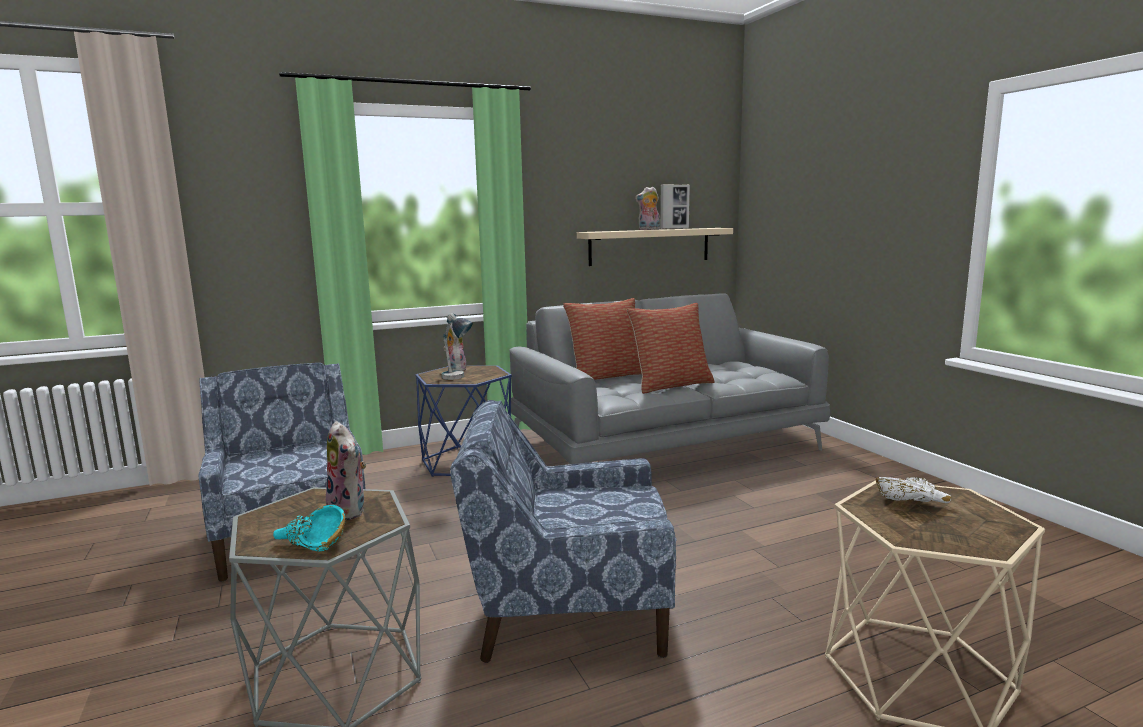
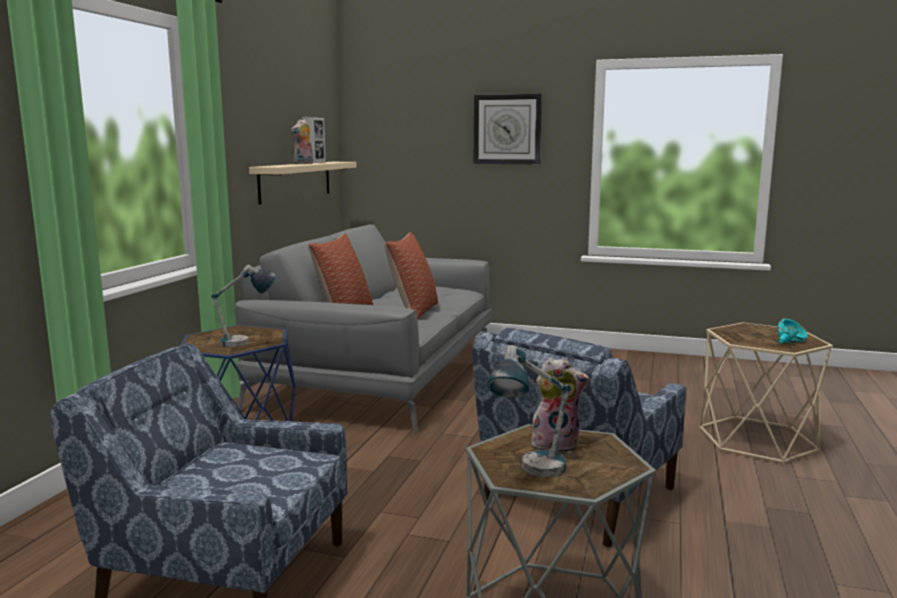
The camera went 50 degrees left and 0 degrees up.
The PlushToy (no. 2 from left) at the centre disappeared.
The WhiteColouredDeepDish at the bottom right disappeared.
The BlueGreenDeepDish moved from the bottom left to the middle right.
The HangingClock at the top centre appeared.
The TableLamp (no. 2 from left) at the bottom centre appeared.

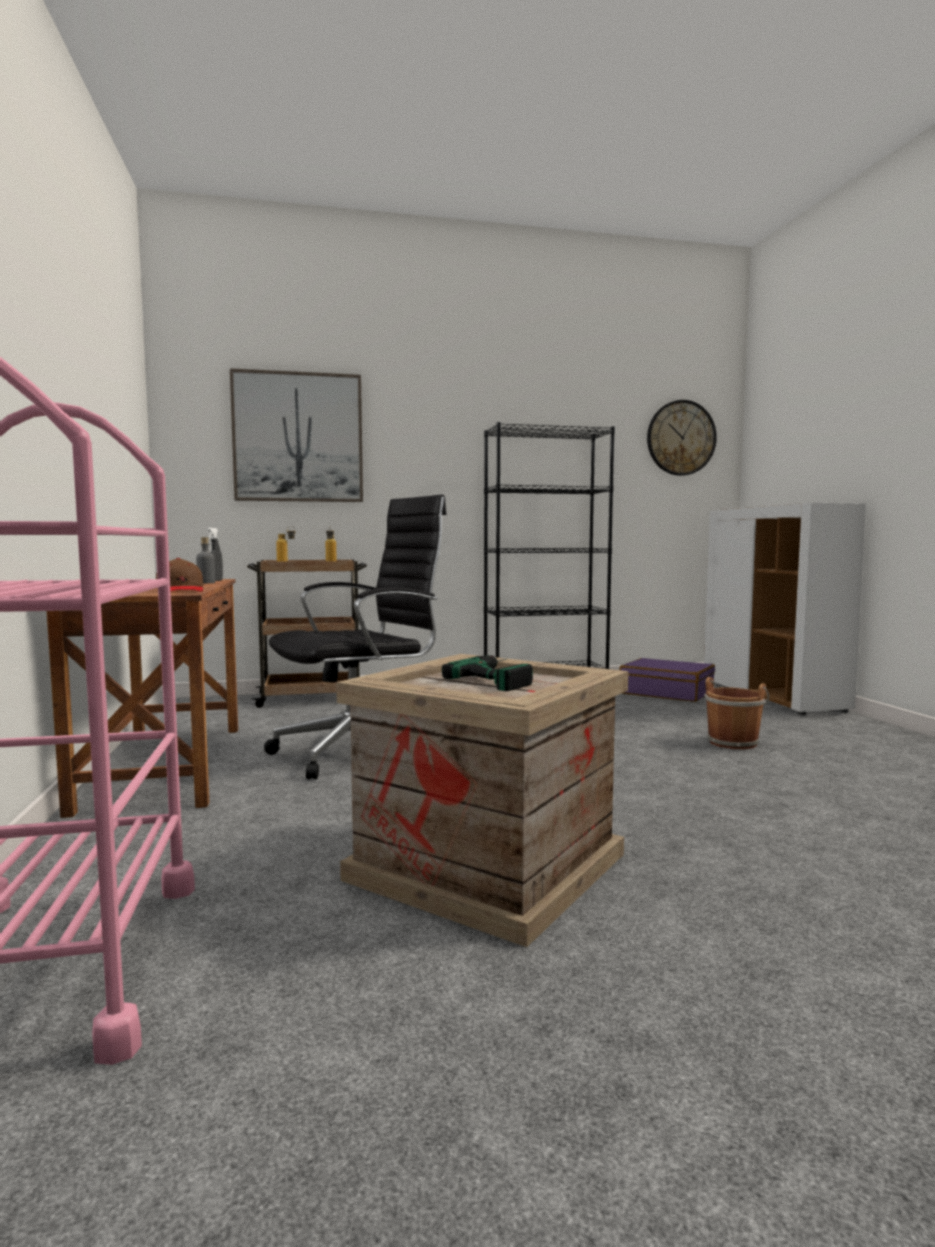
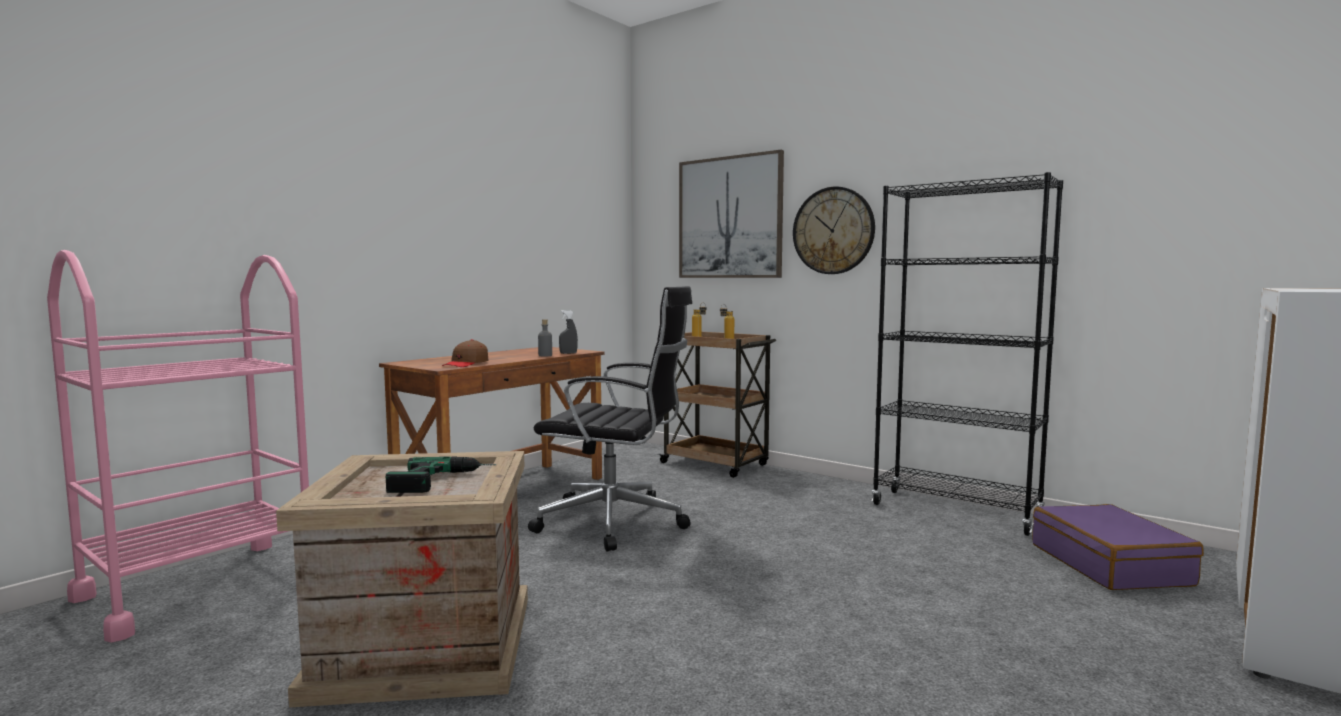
The camera went 50 degrees right and 0 degrees up.
The HangingClock moved from the middle right to the top centre.
The BrownishPail at the middle right disappeared.

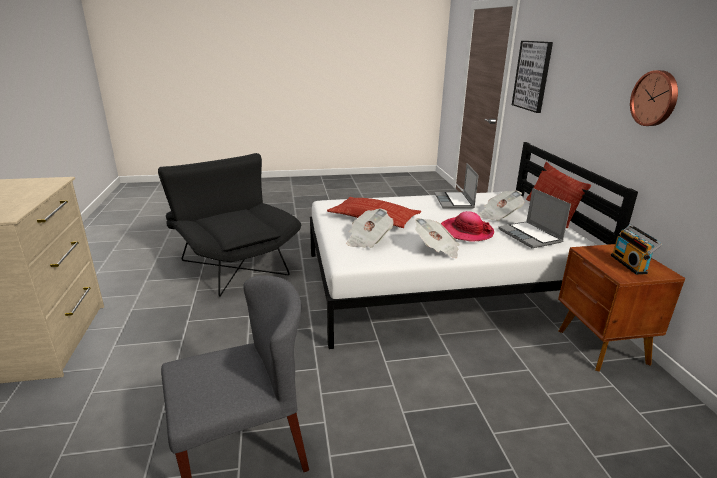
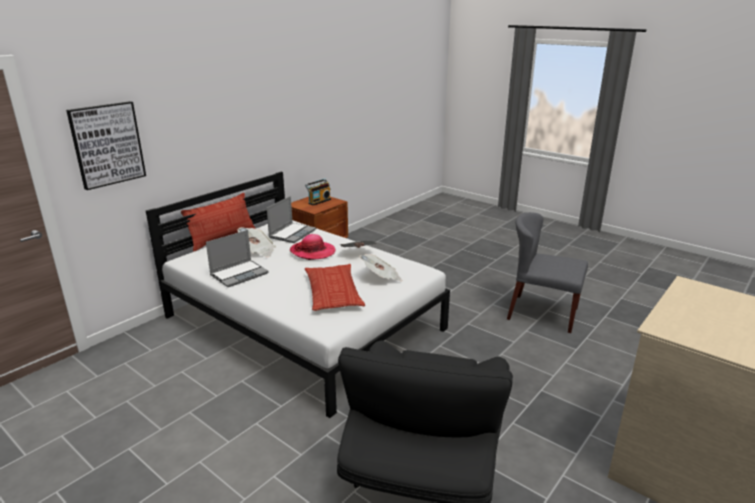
The camera went 130 degrees left and 0 degrees up.
The HangingClock at the top right disappeared.

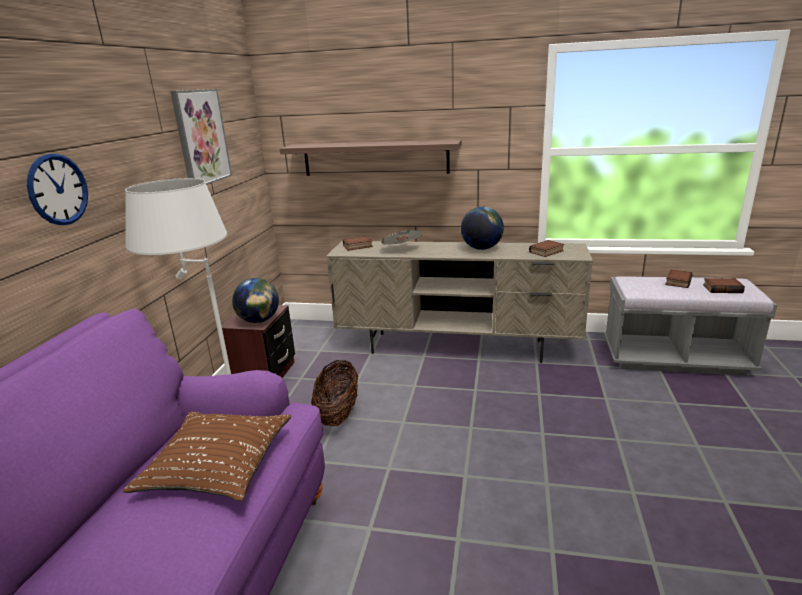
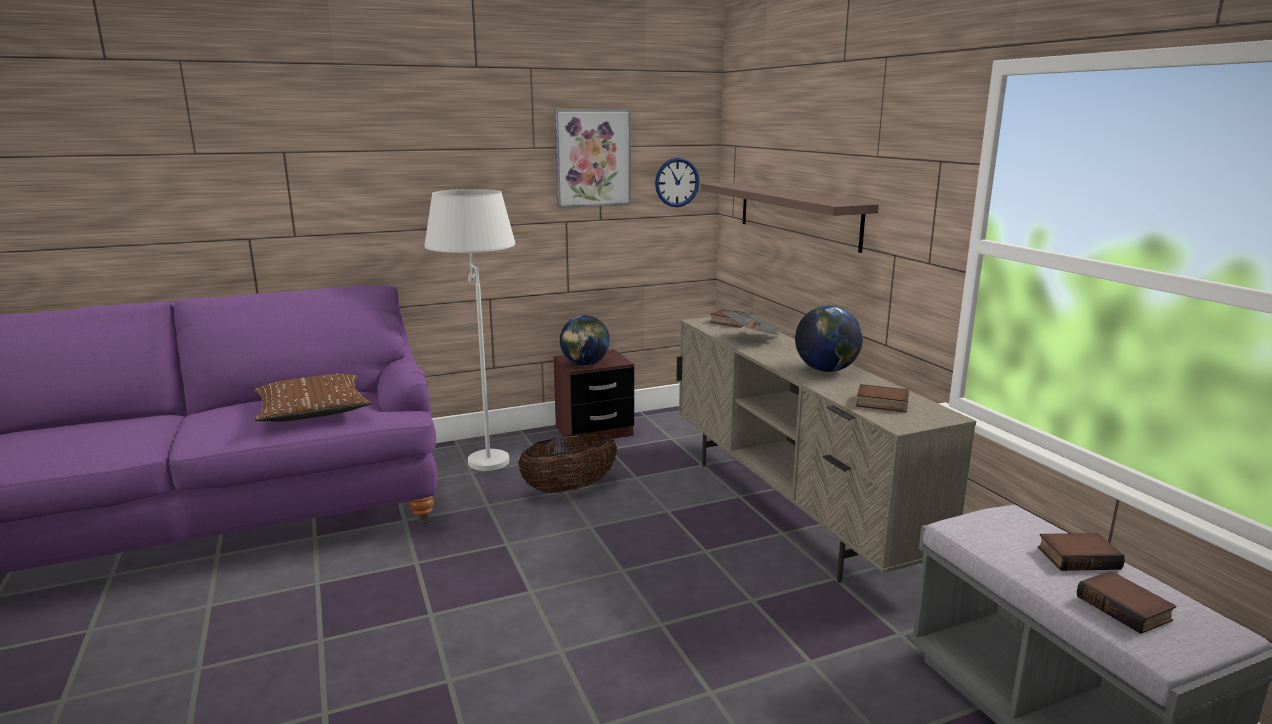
The camera went 55 degrees right and 5 degrees down.
The HangingClock moved from the top left to the top centre.

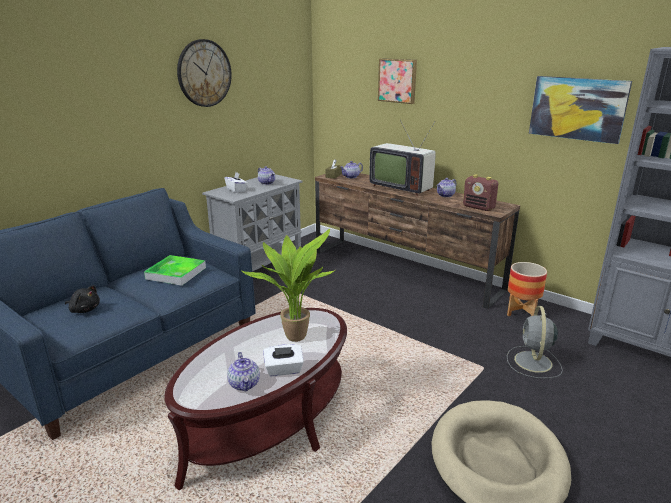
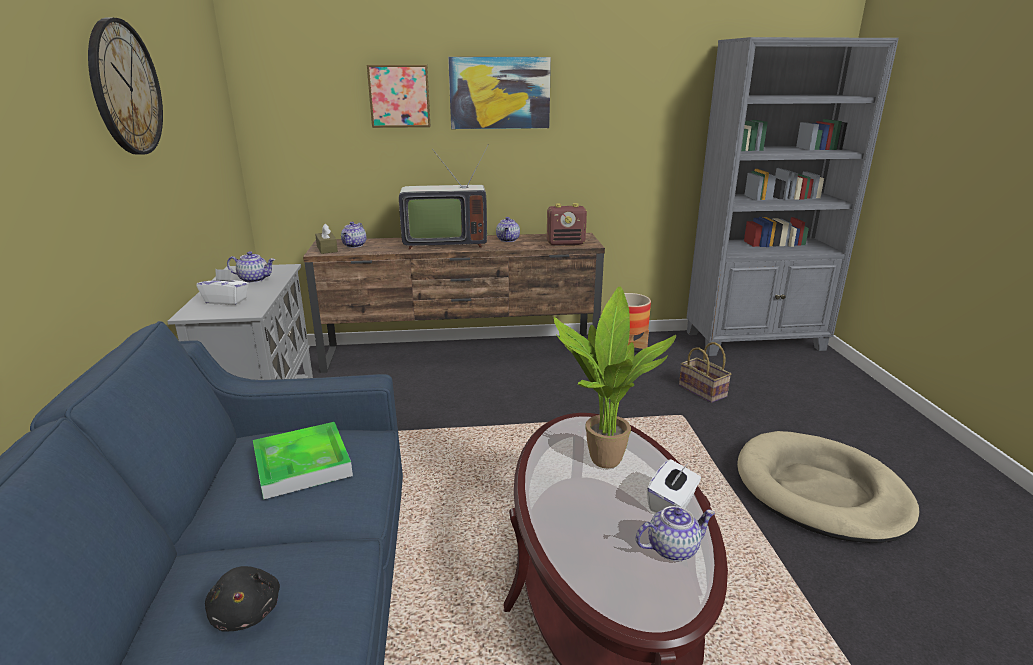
The camera went 45 degrees left and 0 degrees up.
The WallArt (no. 2 from left) moved from the top right to the top centre.
The BlackColouredPlushToy at the middle left turned 90 degrees clockwise.
The GreyishCoolingFan at the bottom right was replaced by the StorageBasket at the middle right.
The Teapot (no. 1 from left in the first image) at the bottom centre turned 45 degrees counterclockwise.

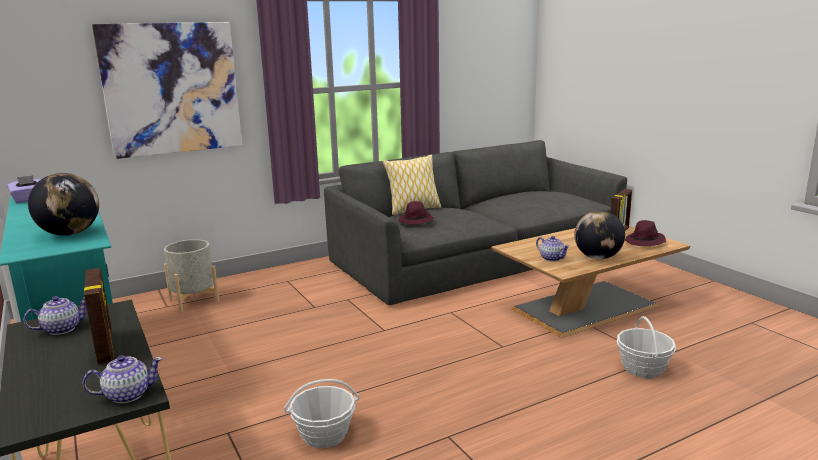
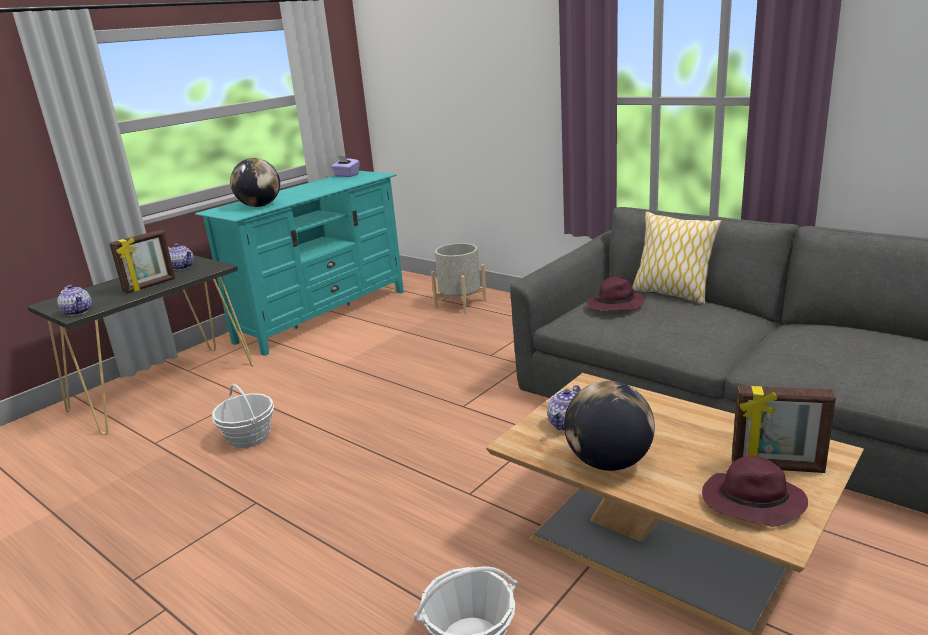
The camera went 70 degrees right and 5 degrees up.
The WallArt at the top left disappeared.

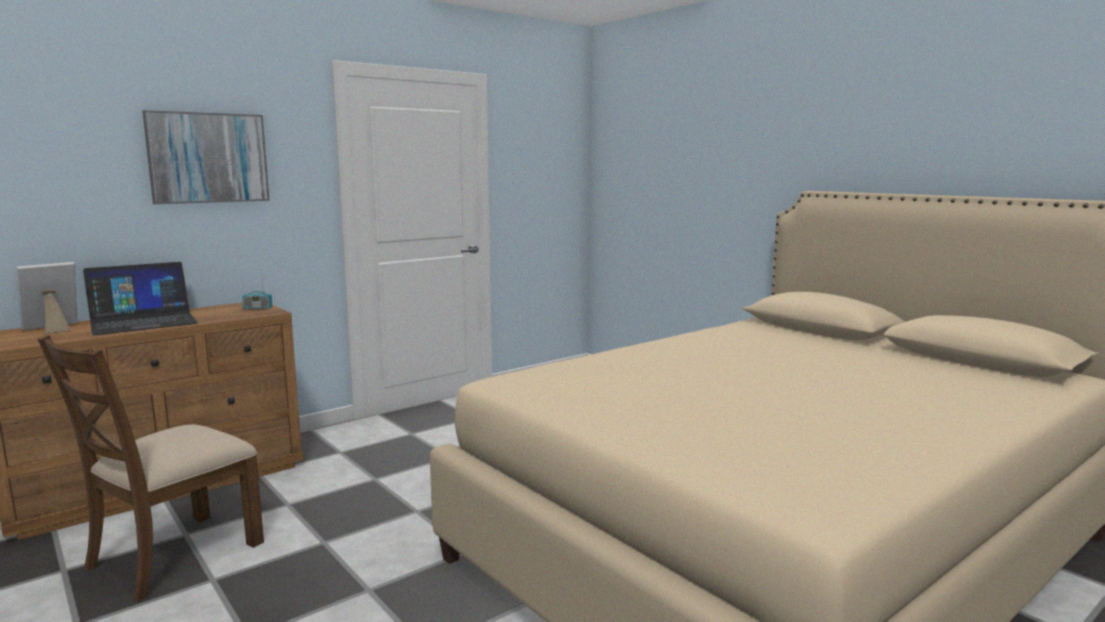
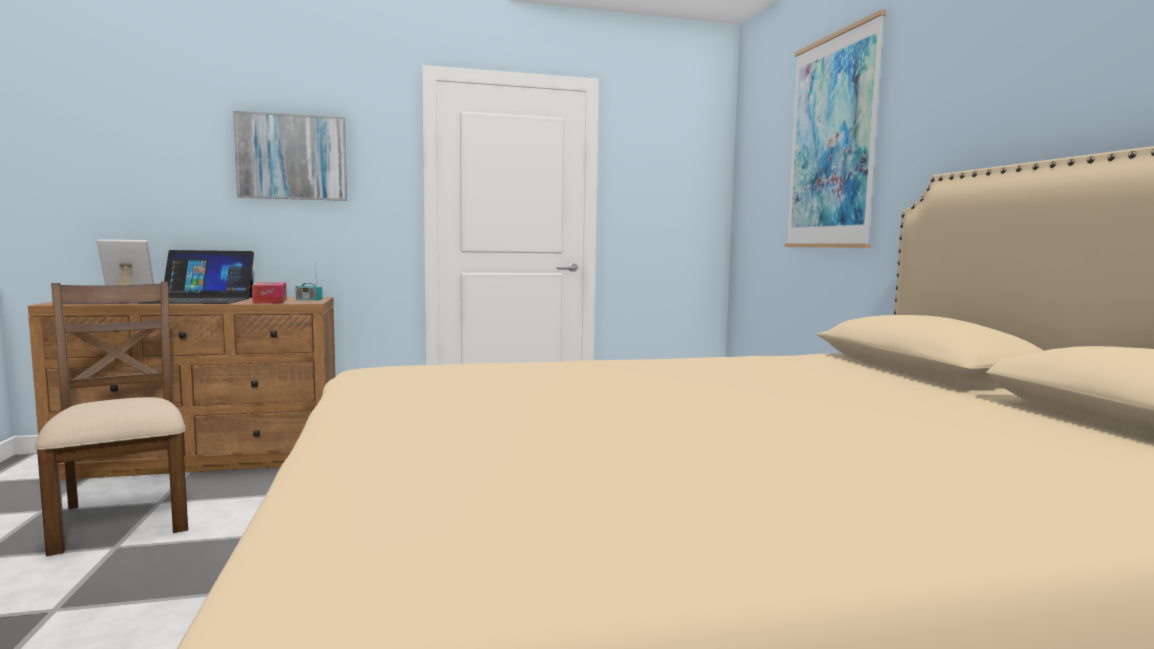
The camera went 25 degrees right and 5 degrees down.
The BrownishUprightChair at the bottom left turned 90 degrees clockwise.
The WallArt (no. 2 from left) at the top right appeared.
The TissueHolder at the middle left appeared.

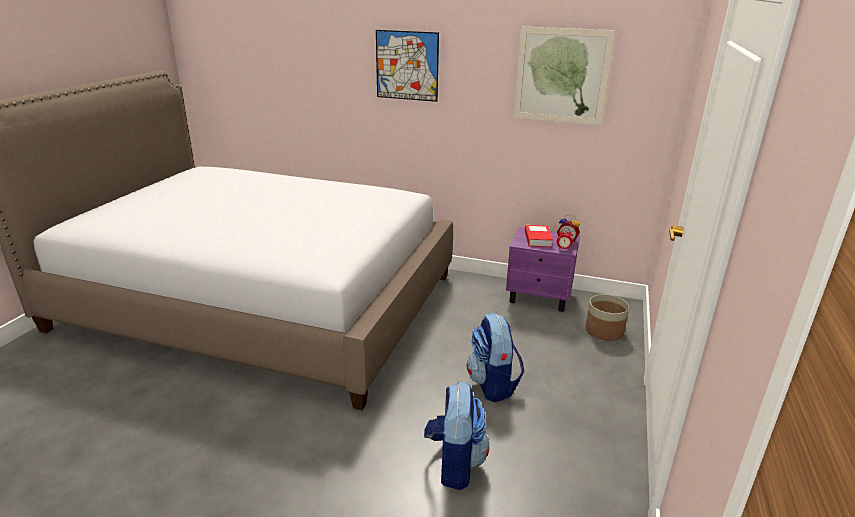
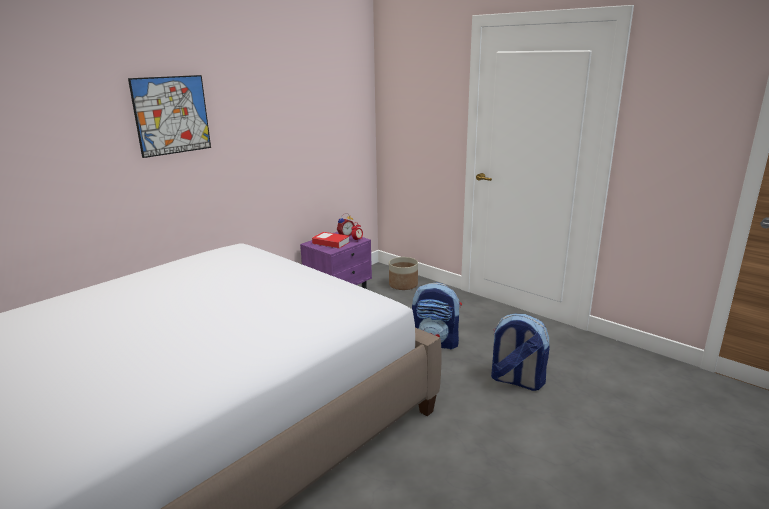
The camera went 65 degrees left and 5 degrees down.
The WallArt (no. 2 from left) at the top centre disappeared.

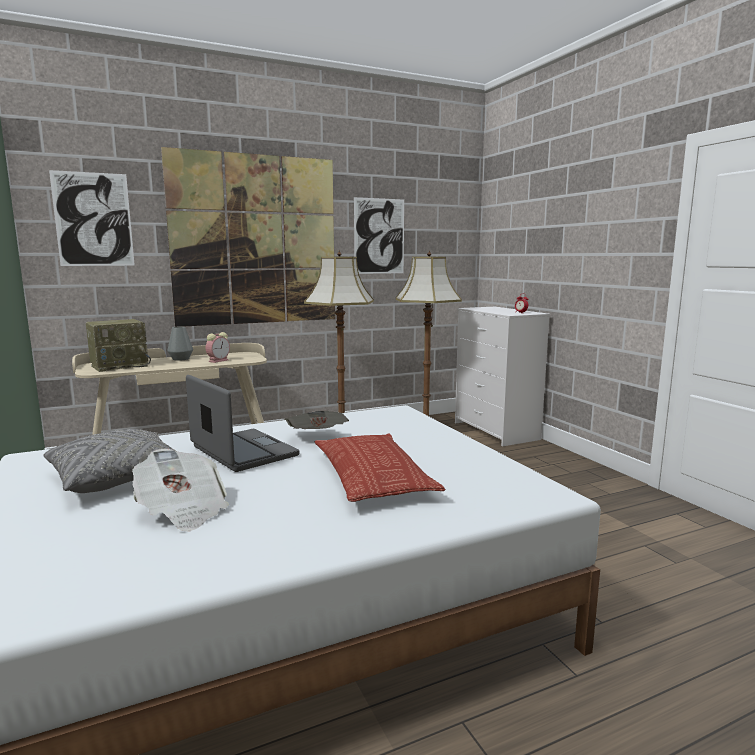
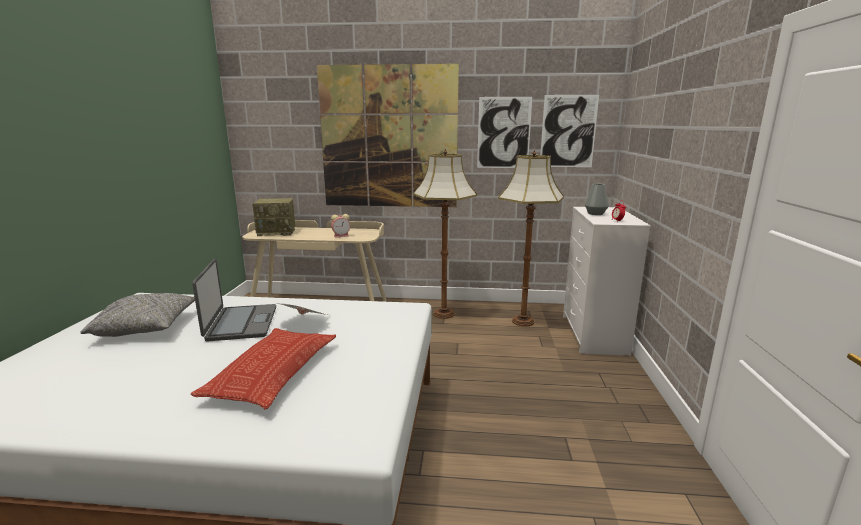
The camera went 30 degrees right and 5 degrees up.
The WallArt (no. 1 from left in the first image) moved from the top left to the top centre.
The GreyishDecorativeVase moved from the middle left to the middle right.
The PrintedPaper (no. 1 from left) at the middle left disappeared.

